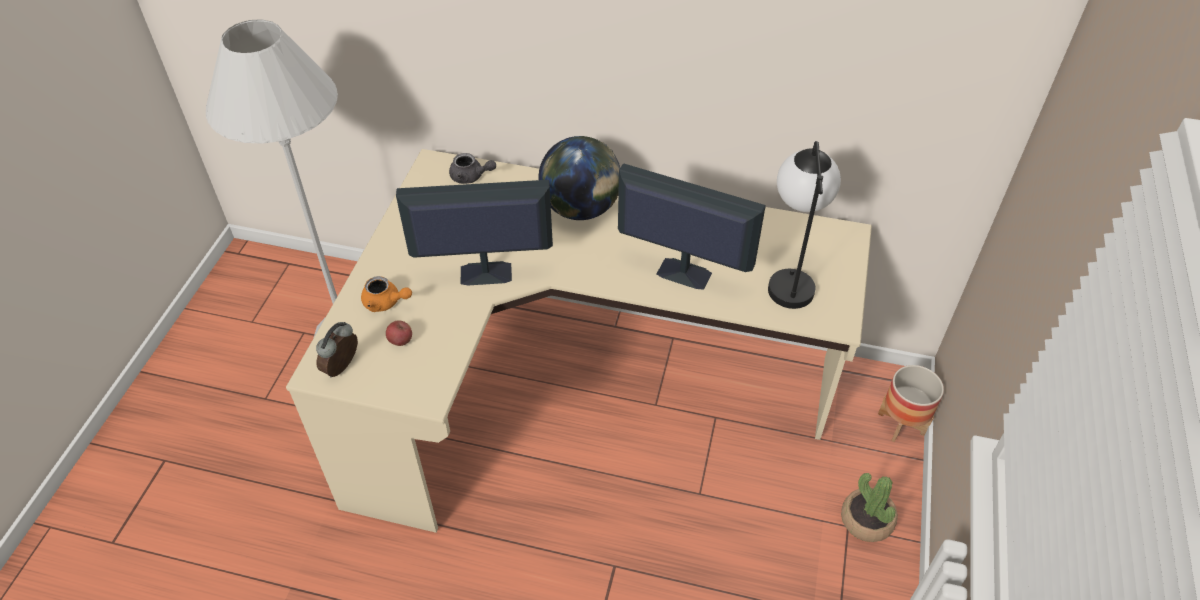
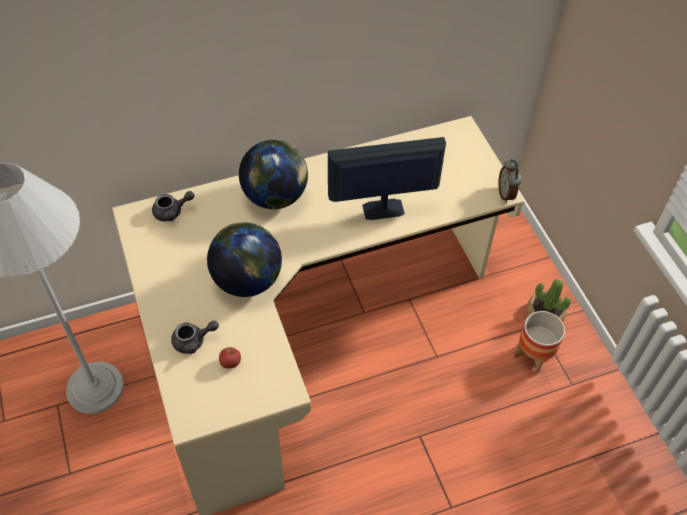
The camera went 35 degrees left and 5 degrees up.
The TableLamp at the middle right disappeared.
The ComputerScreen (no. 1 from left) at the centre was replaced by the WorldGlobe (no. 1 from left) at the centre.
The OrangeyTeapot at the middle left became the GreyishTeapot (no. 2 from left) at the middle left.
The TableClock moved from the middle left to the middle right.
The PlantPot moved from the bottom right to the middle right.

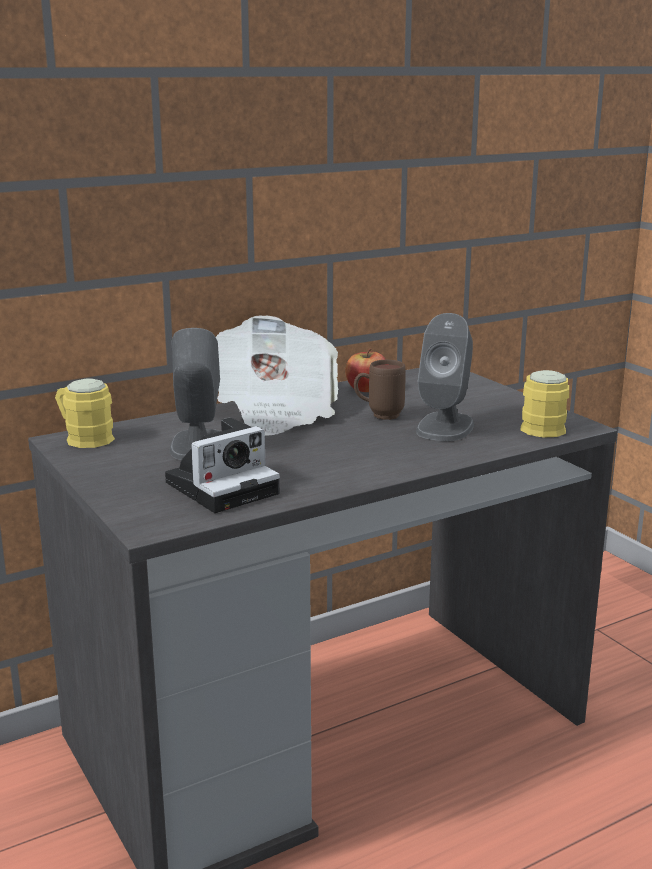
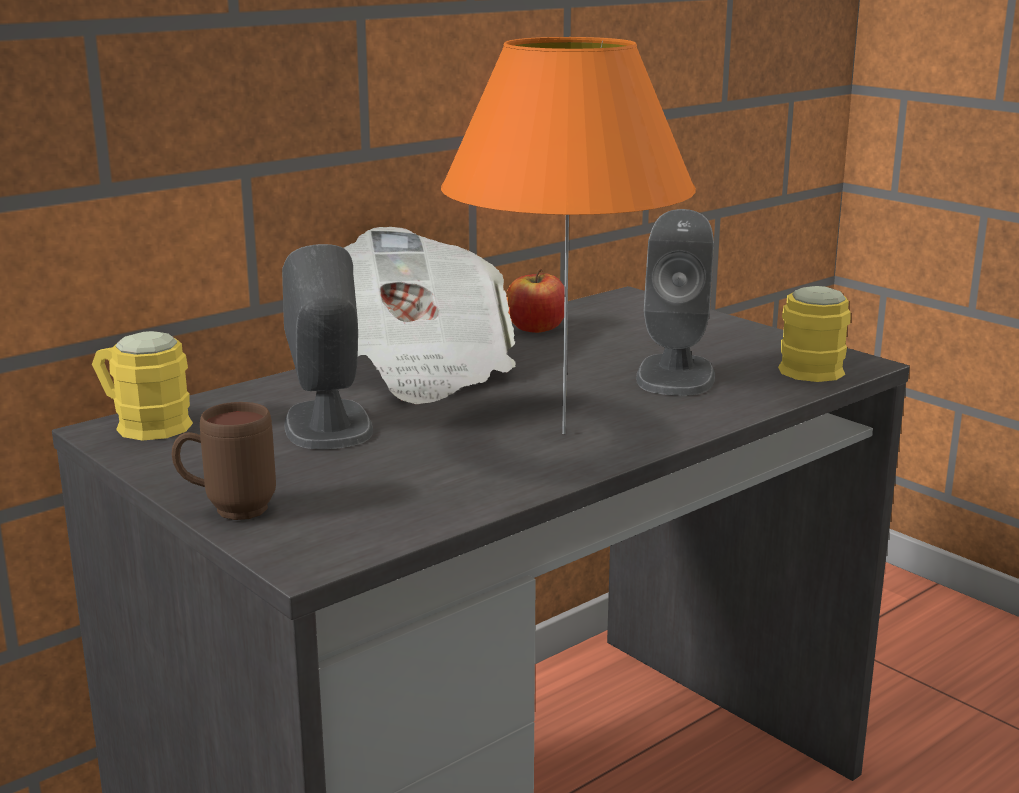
The camera went 10 degrees left and 0 degrees up.
The BrownishTeaMug moved from the centre to the middle left.
The StillCamera at the centre disappeared.
The OrangeyTableLamp at the top centre appeared.

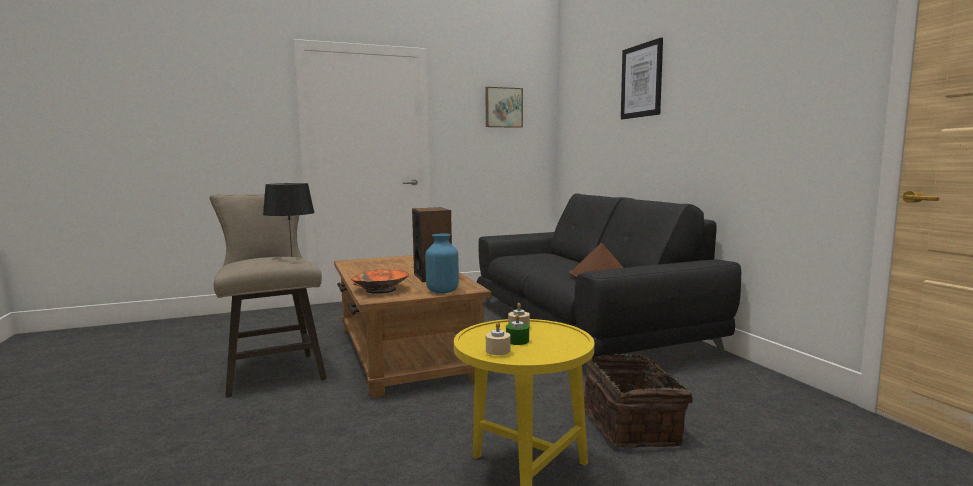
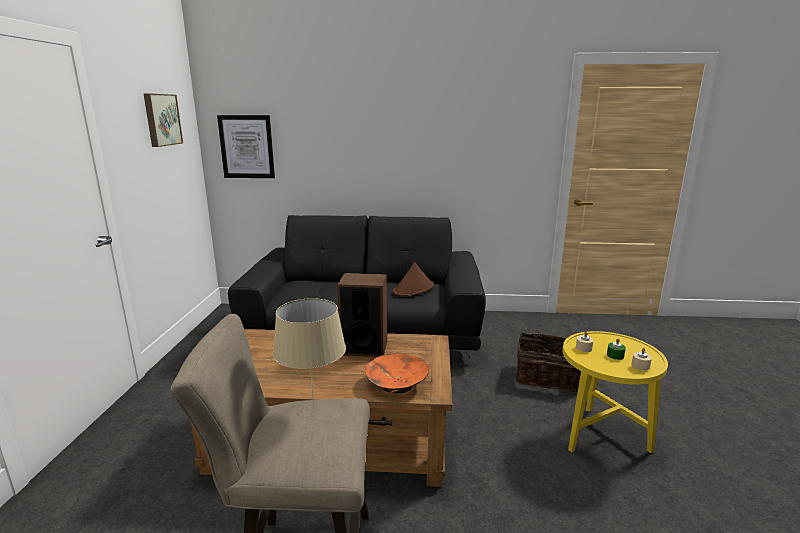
The camera went 65 degrees left and 10 degrees up.
The WallArt (no. 2 from left) moved from the top centre to the top left.
The BlackColouredTableLamp at the middle left became the SandColouredTableLamp at the centre.
The BlueDecorativeVase at the centre disappeared.

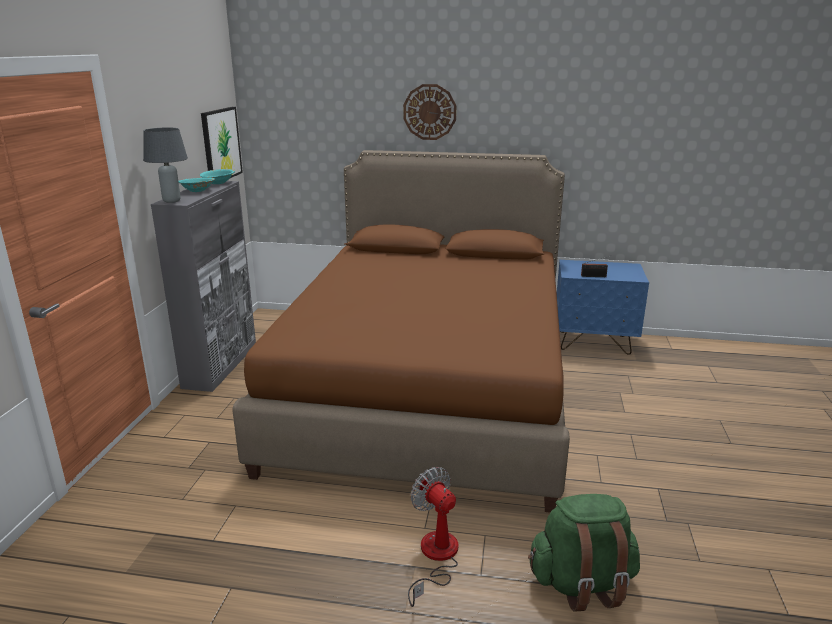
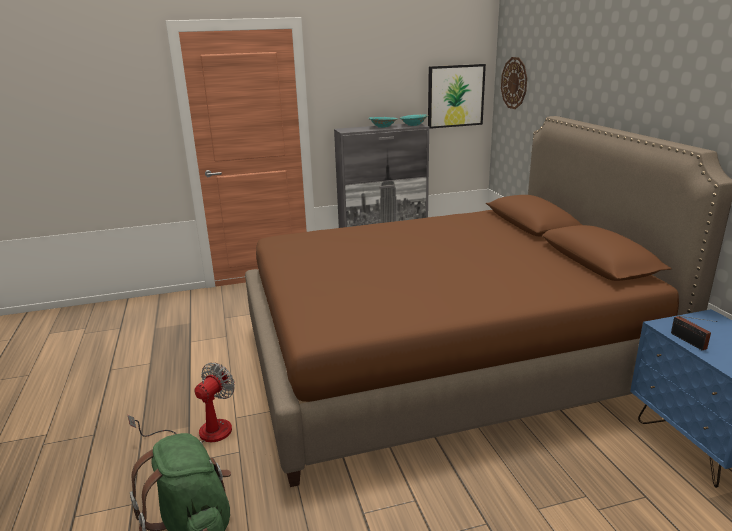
The camera went 65 degrees right and 0 degrees up.
The HangingClock moved from the top centre to the top right.
The GreyishTableLamp at the top left disappeared.

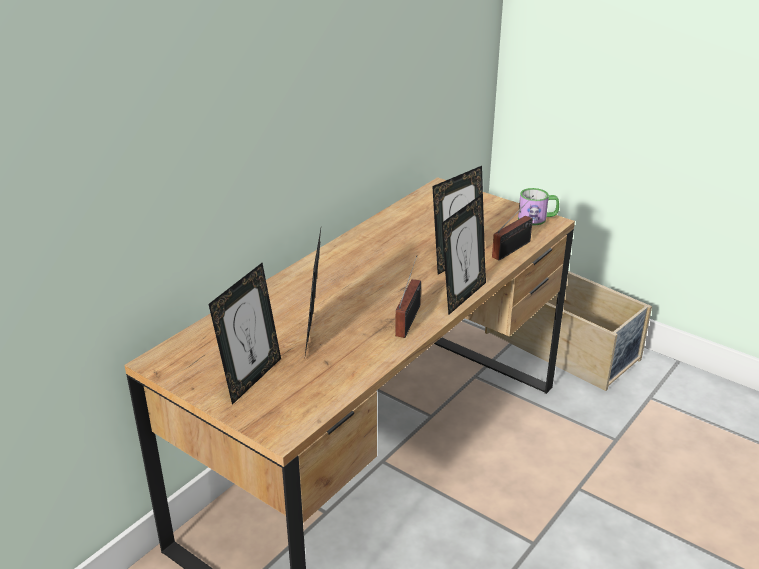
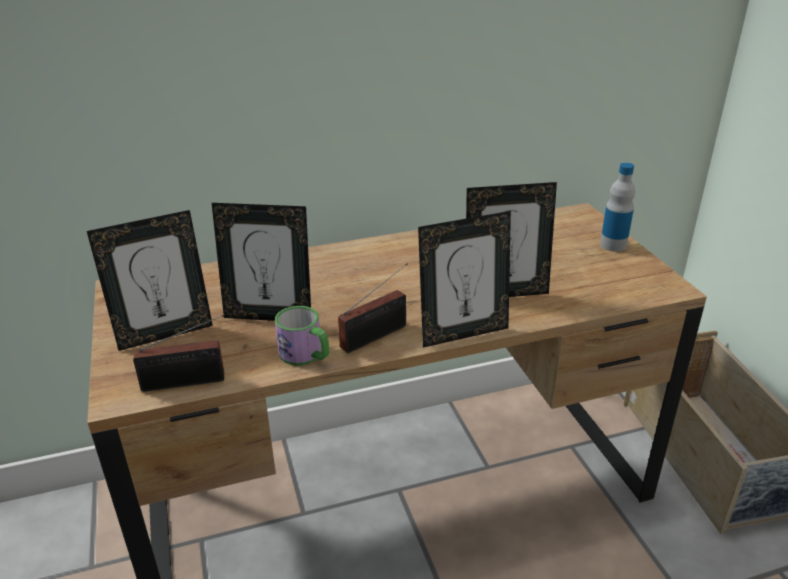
The camera went 35 degrees right and 0 degrees up.
The TeaMug moved from the middle right to the centre.
The Radio (no. 2 from left in the first image) moved from the middle right to the middle left.
The StandingFrame (no. 2 from left) at the centre turned 120 degrees counterclockwise.
The BeverageBottle at the middle right appeared.

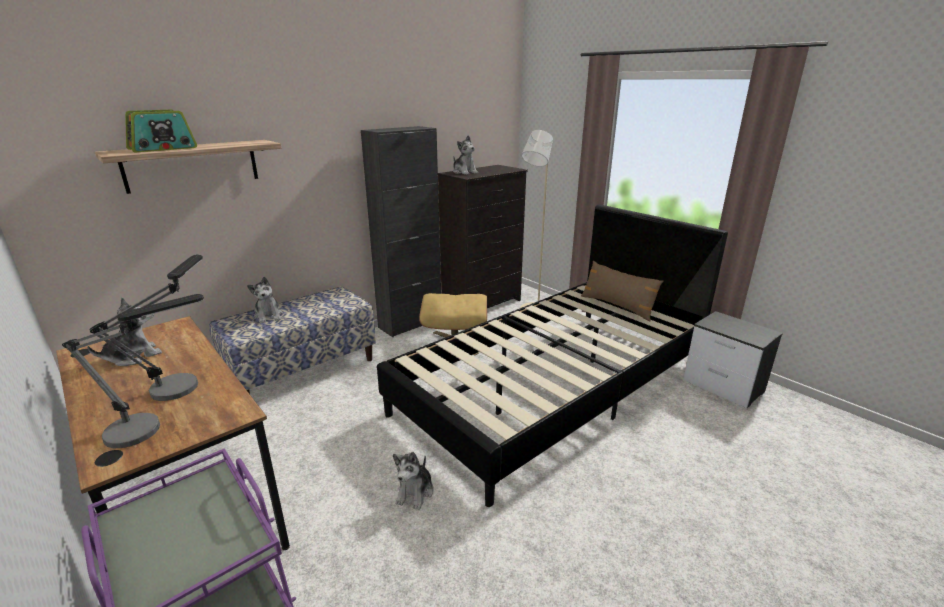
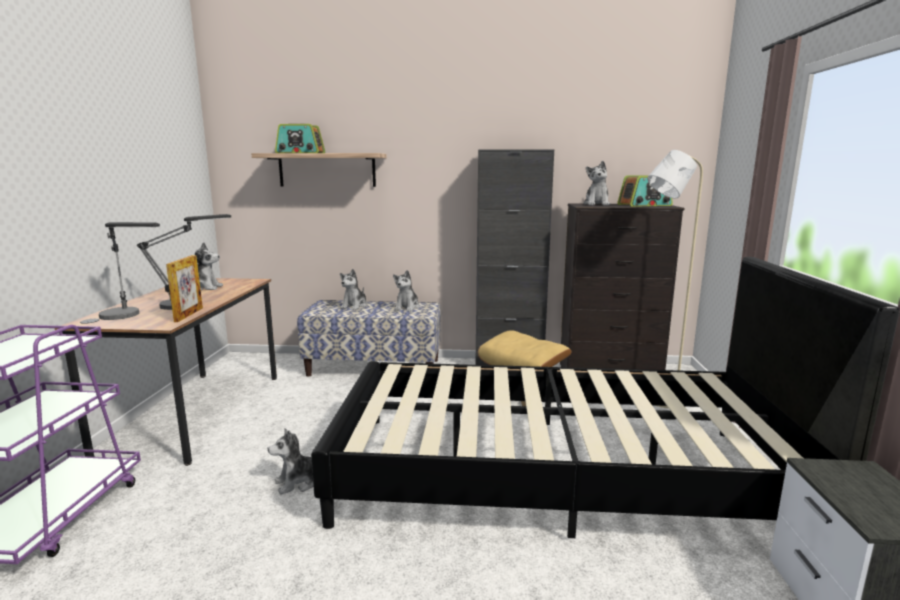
The camera went 45 degrees right and 10 degrees down.
The BrownishCushion at the centre disappeared.
The Radio (no. 2 from left) at the top right appeared.
The StandingFrame at the middle left appeared.
The PlushToy (no. 4 from left) at the centre appeared.

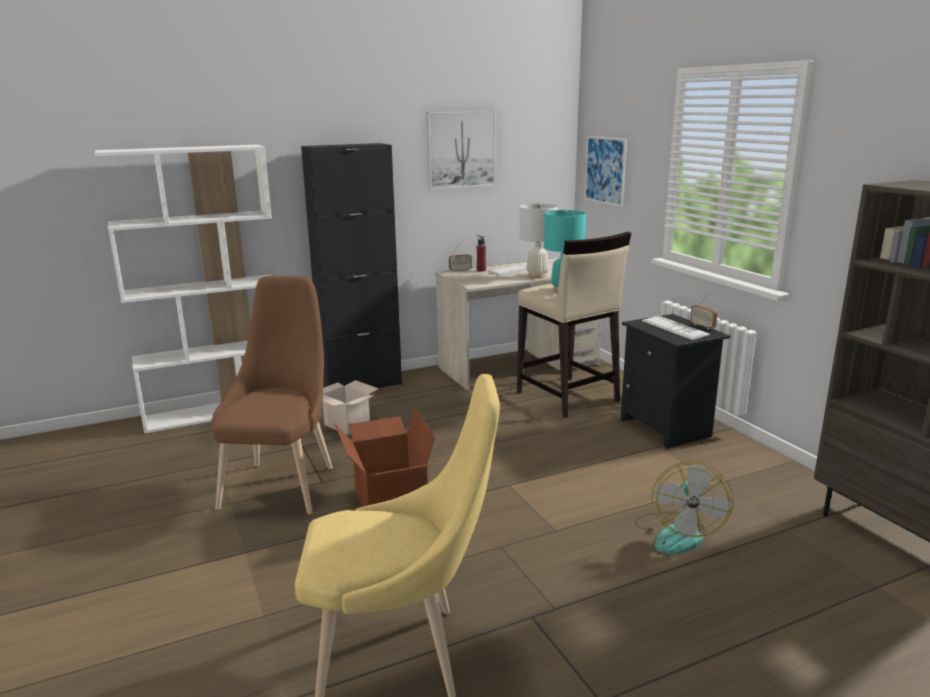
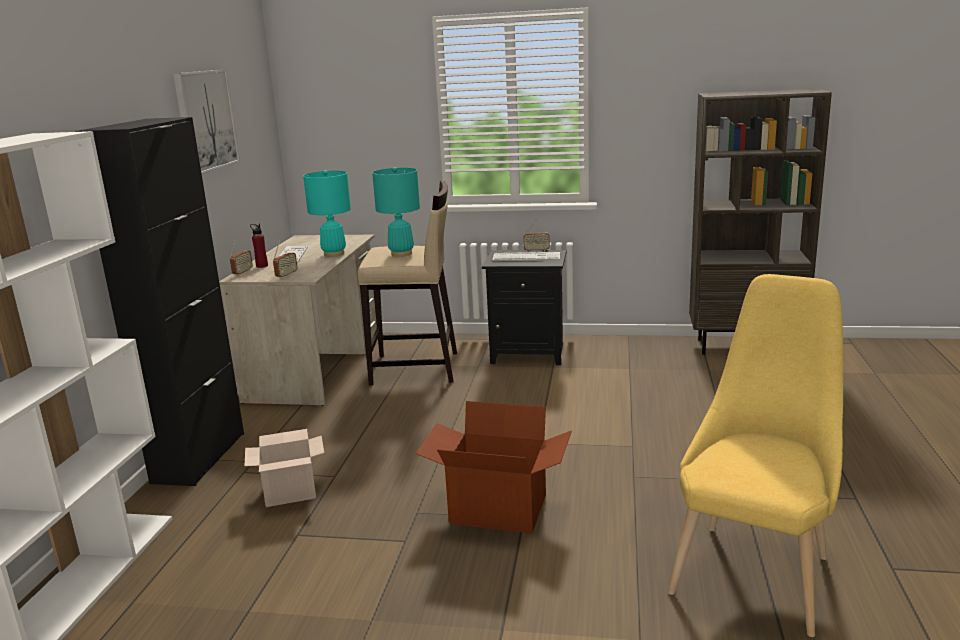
The camera went 55 degrees left and 0 degrees up.
The WallArt (no. 2 from left) at the top centre disappeared.
The WhiteColouredTableLamp at the centre became the BlueGreenTableLamp (no. 1 from left) at the top centre.
The BrownishUprightChair at the middle left disappeared.
The CoolingFan at the bottom right disappeared.
The Radio (no. 2 from left) at the middle left appeared.

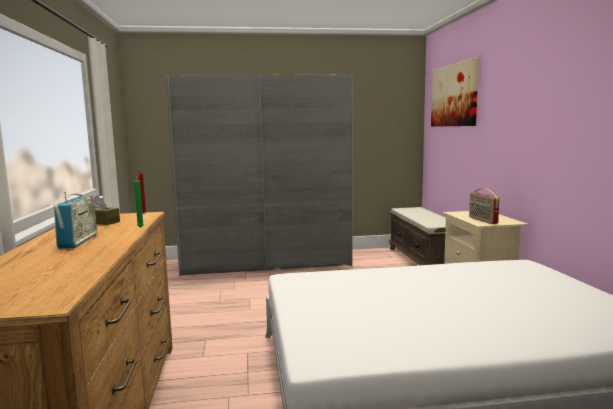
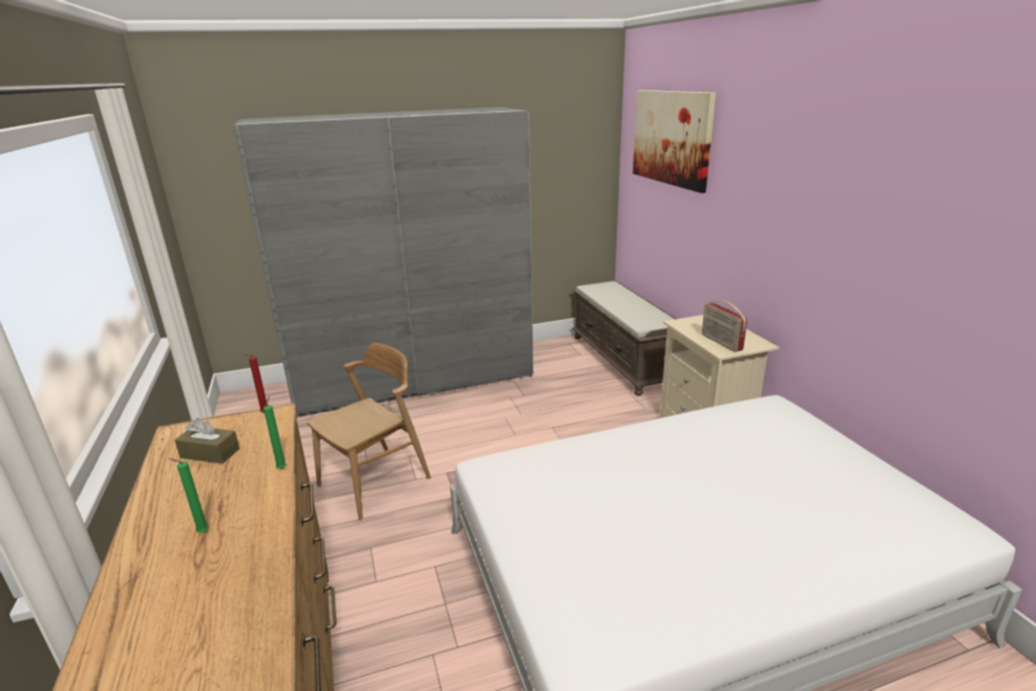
The camera went 10 degrees left and 15 degrees up.
The Radio (no. 1 from left) at the middle left was replaced by the GreenColouredWaxLight (no. 1 from left) at the bottom left.
The BrownishUprightChair at the centre appeared.

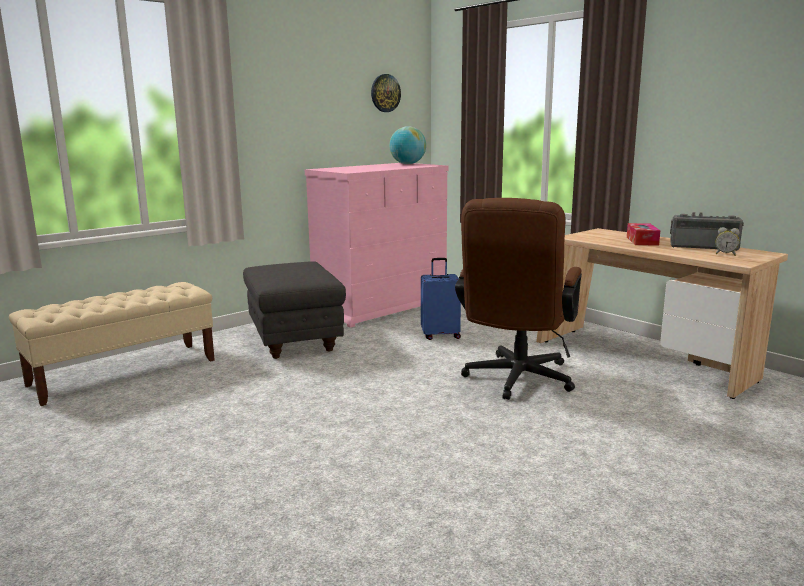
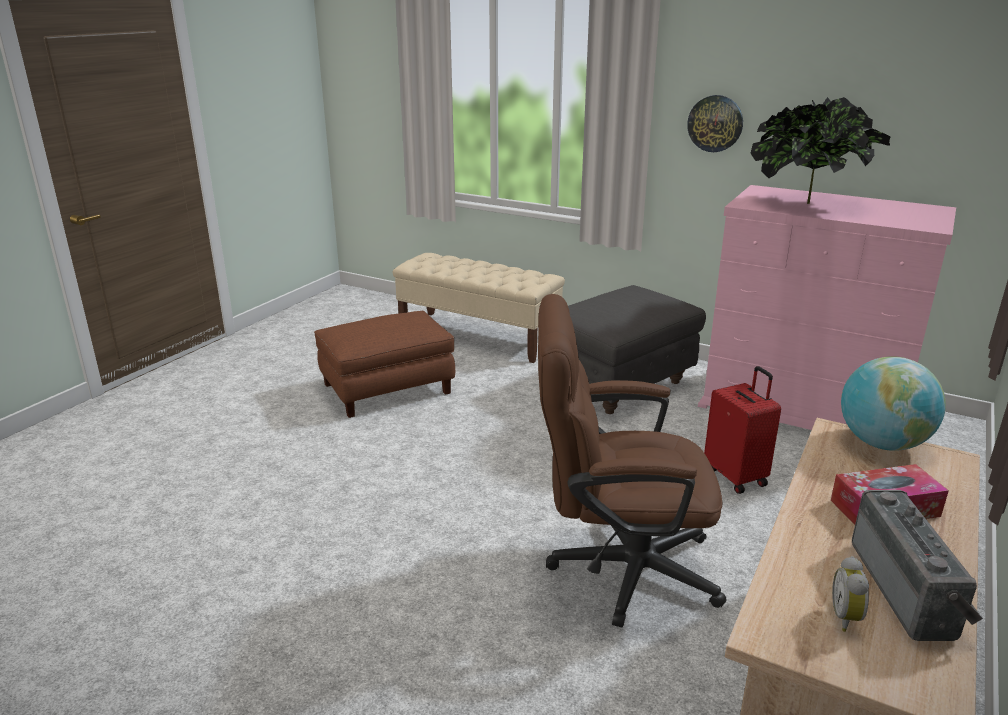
The camera went 70 degrees right and 10 degrees up.
The HangingClock moved from the top centre to the top right.
The WorldGlobe moved from the top centre to the middle right.
The BlueSuitcase at the centre became the RedSuitcase at the middle right.
The Houseplant at the top right appeared.
The BrownishOttoman at the centre appeared.

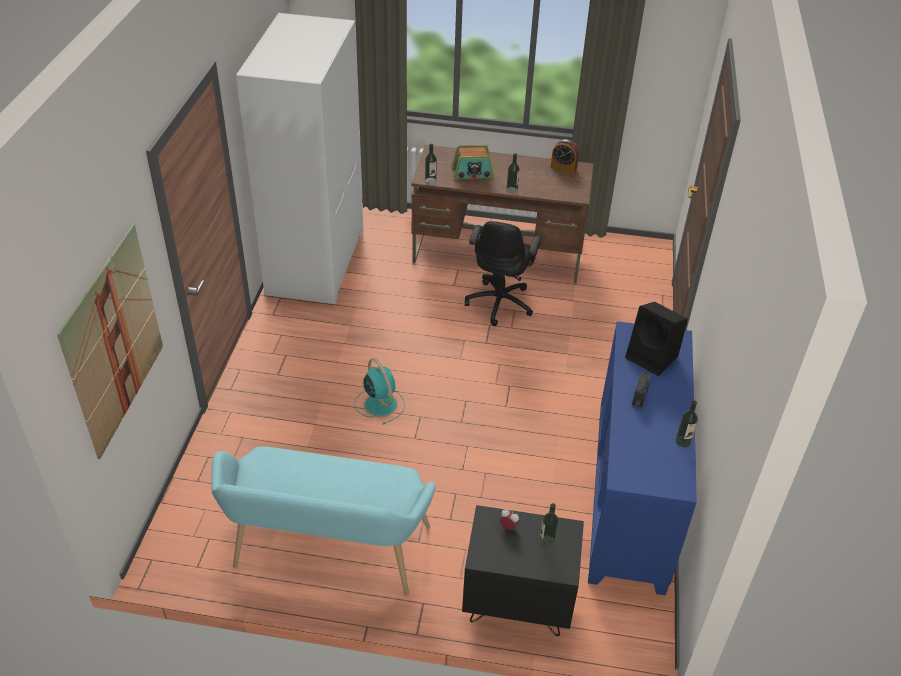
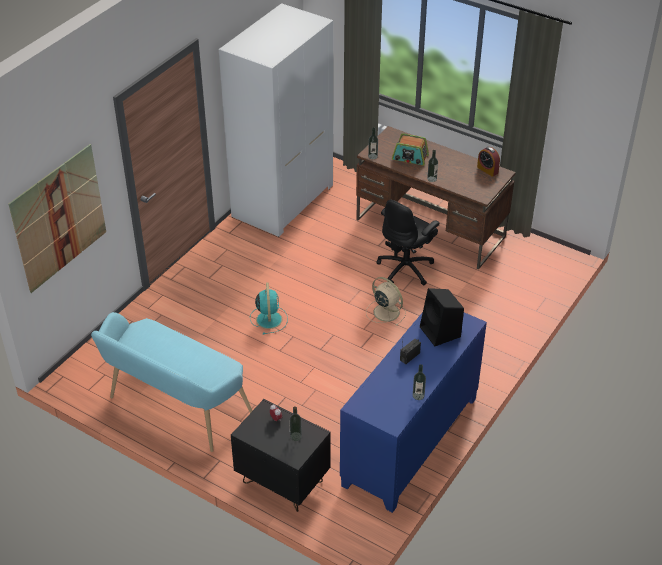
The camera went 25 degrees right and 0 degrees up.
The SandColouredCoolingFan at the centre appeared.

